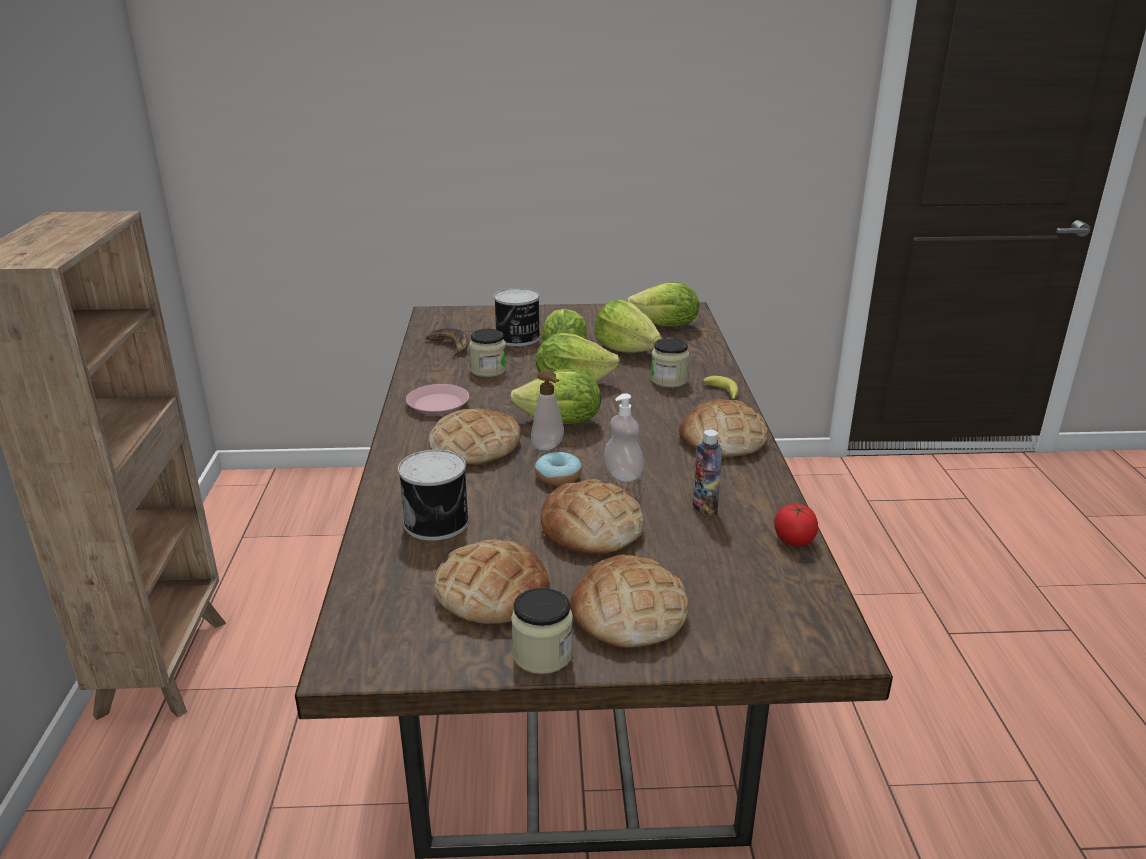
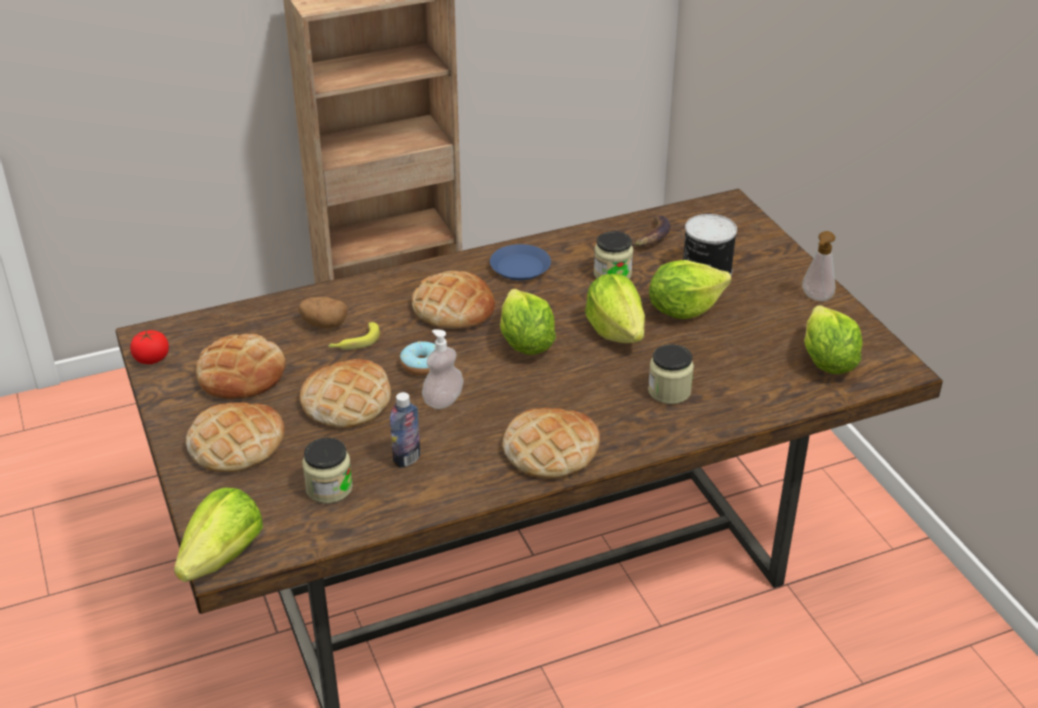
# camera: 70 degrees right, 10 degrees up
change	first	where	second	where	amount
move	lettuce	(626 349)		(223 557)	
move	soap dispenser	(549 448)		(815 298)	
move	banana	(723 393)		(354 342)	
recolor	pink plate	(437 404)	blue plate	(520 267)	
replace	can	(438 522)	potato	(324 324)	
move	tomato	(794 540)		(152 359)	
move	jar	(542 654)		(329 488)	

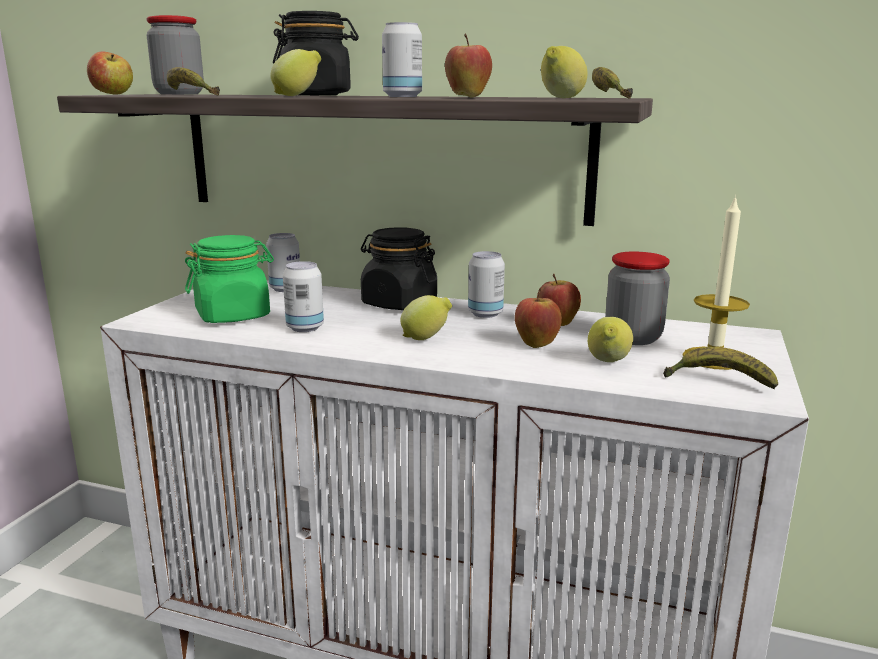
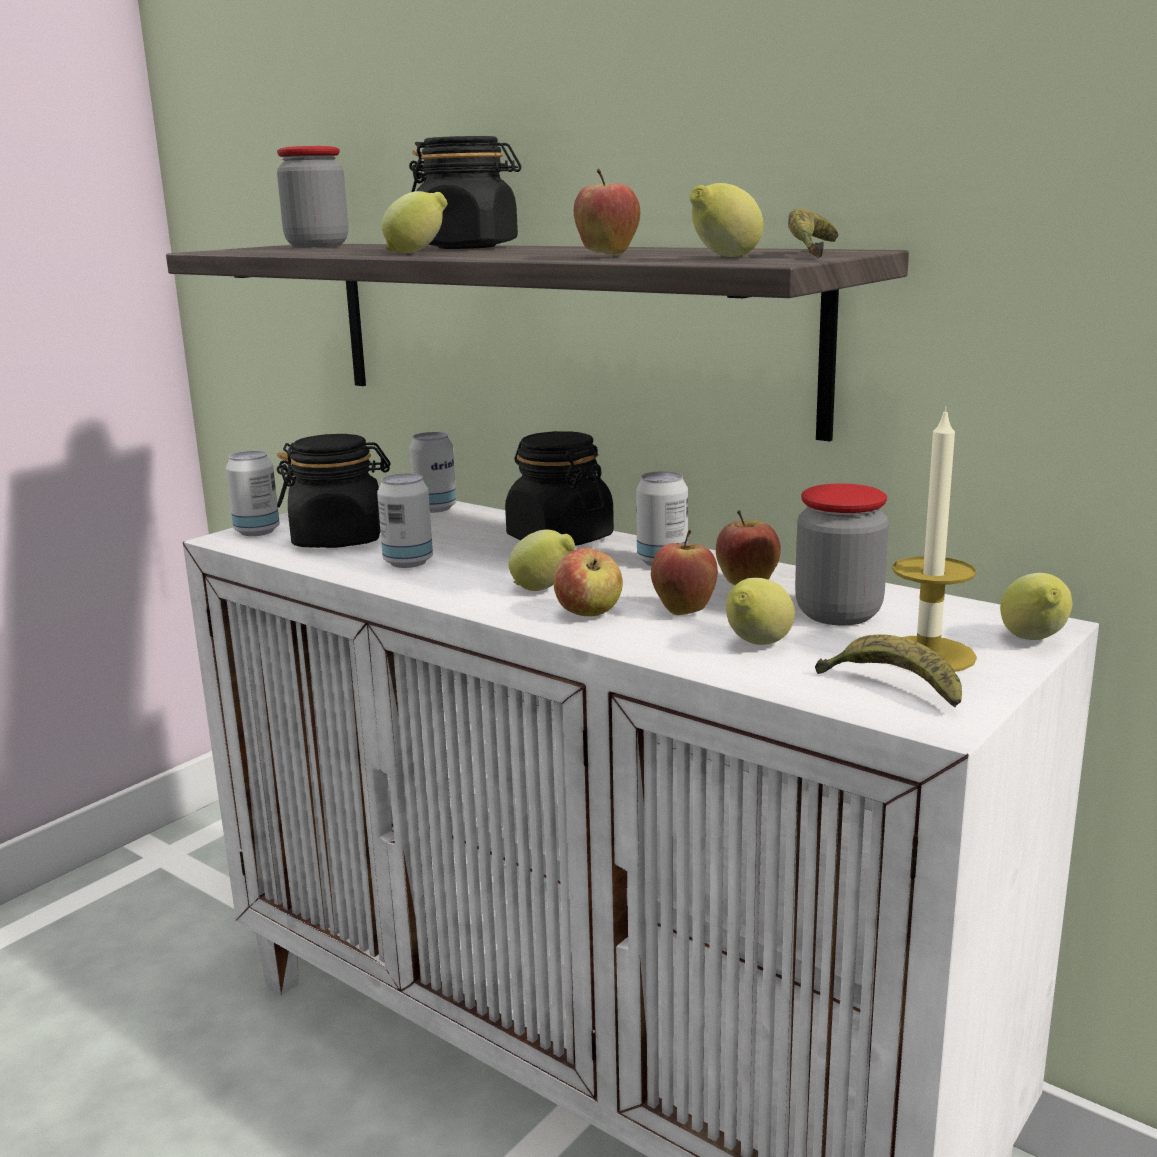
# camera: 20 degrees right, 0 degrees up
change	first	where	second	where	amount
move	can	(402 96)		(257 531)	
move	apple	(113 94)		(589 614)	
delete	banana	(188 95)			
recolor	green jar	(233 315)	black jar	(339 539)	
insert			lemon	(1033 641)	

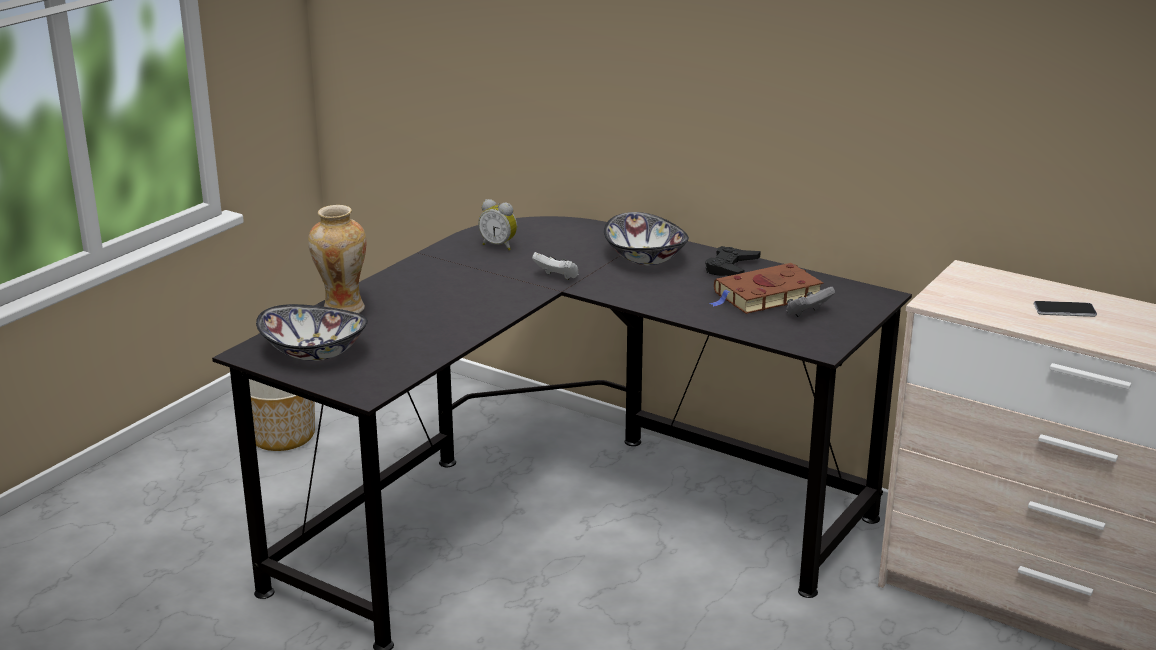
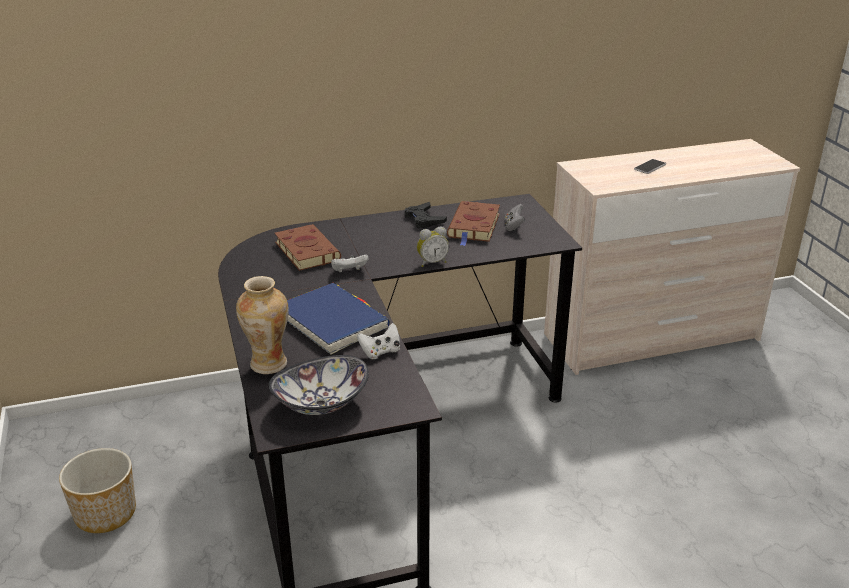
# camera: 50 degrees left, 5 degrees up
change	first	where	second	where	amount
move	alarm clock	(499 245)		(432 262)	
delete	bowl	(646 259)			
insert			brown book	(306 251)	
insert			blue book	(332 322)	
insert			white game controller	(380 352)	

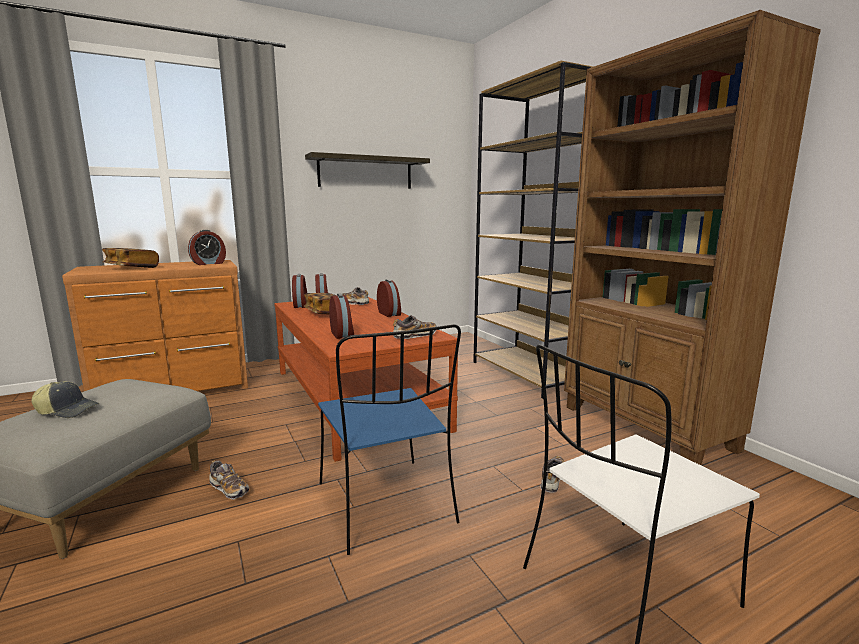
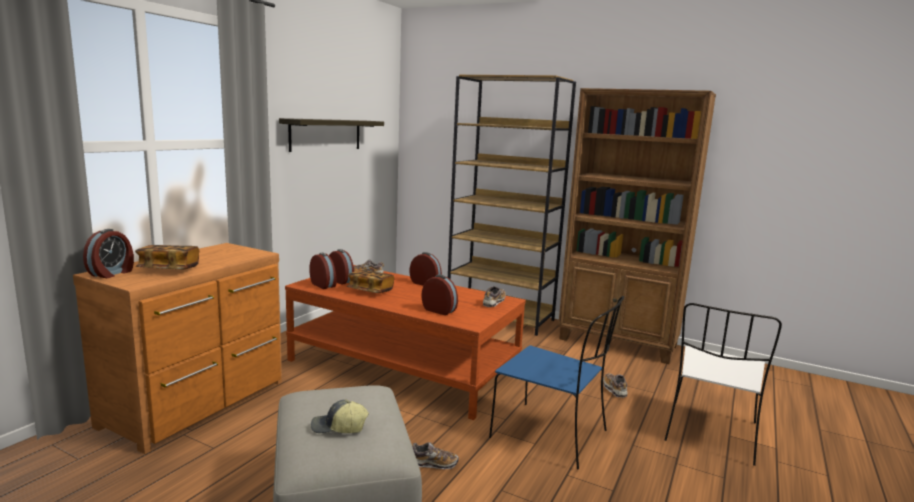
# camera: 35 degrees left, 0 degrees up
change	first	where	second	where	amount
move	alarm clock	(209 263)		(112 273)	
rotate	cap	(68 410)		(338 428)	150 degrees counterclockwise

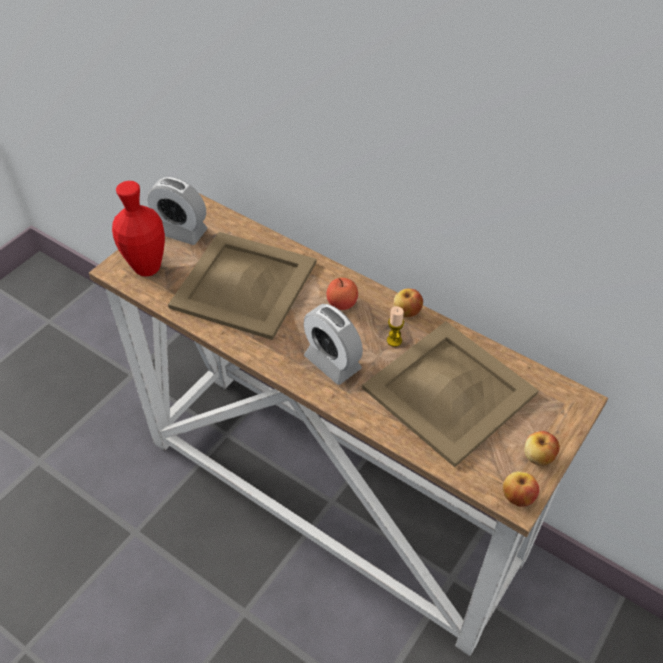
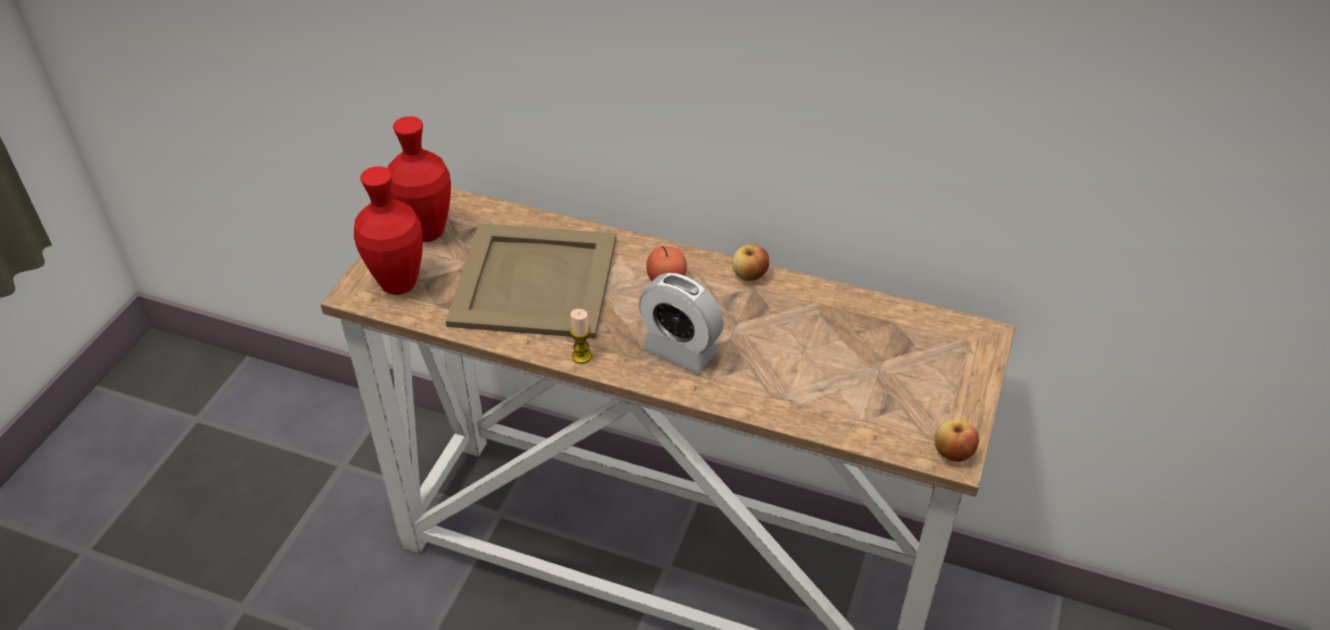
# camera: 15 degrees left, 5 degrees down
change	first	where	second	where	amount
replace	alarm clock	(181 231)	red vase	(427 232)	
move	candle	(394 340)		(581 356)	
delete	beige tray	(449 389)			
delete	apple	(538 457)			

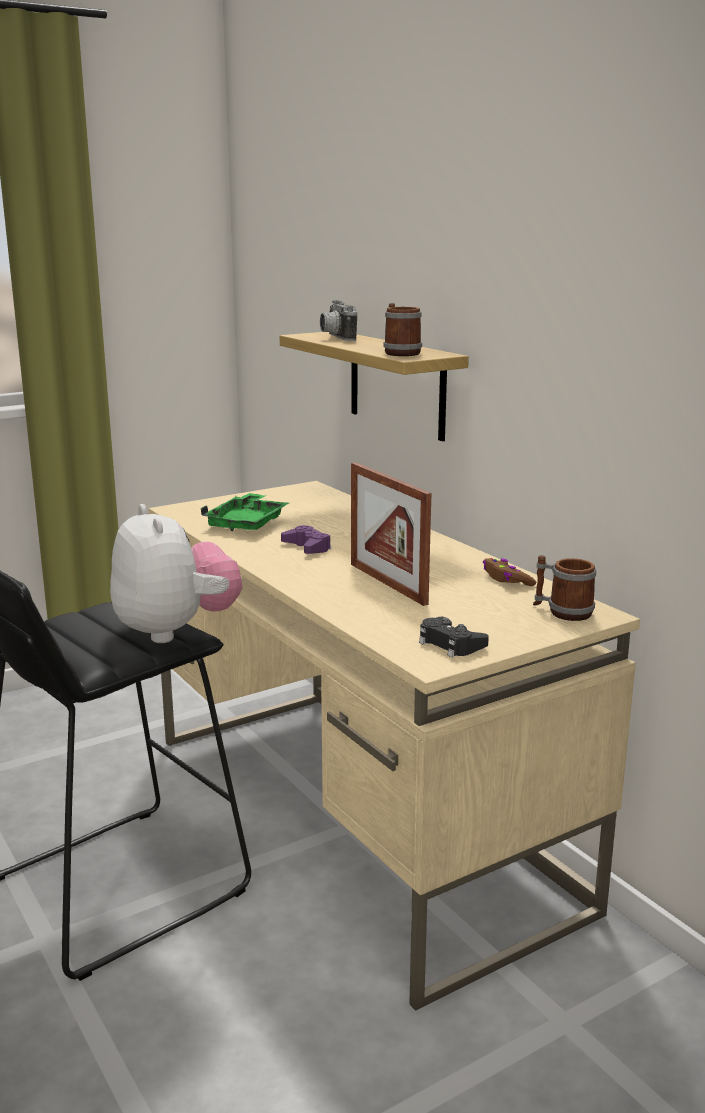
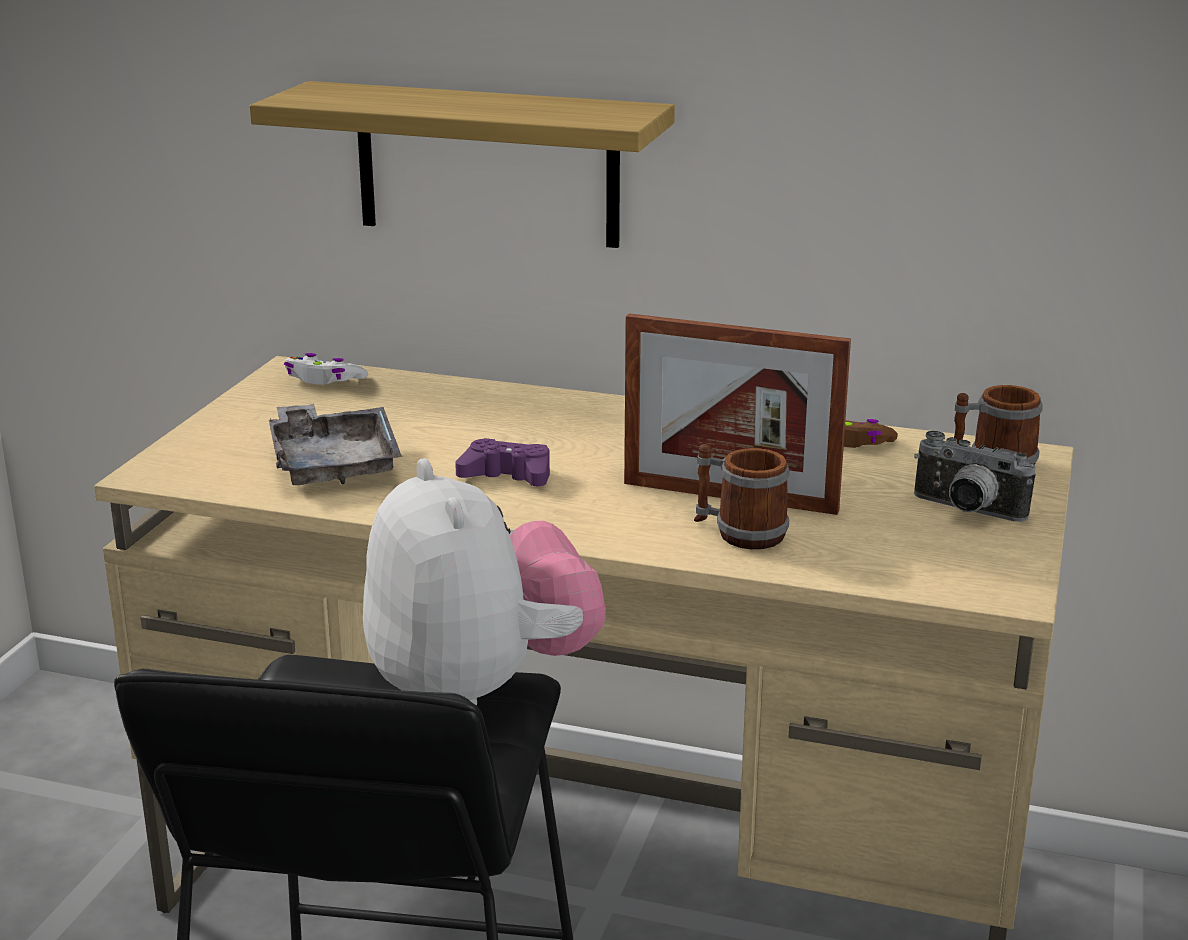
# camera: 40 degrees left, 5 degrees up
change	first	where	second	where	amount
move	photo camera	(335 337)		(965 512)	
move	mug	(399 352)		(739 532)	
recolor	green tray	(247 523)	grey tray	(333 463)	
rotate	plush toy	(175 630)		(480 687)	45 degrees clockwise
delete	black game controller	(450 644)			
insert			white game controller	(323 380)	

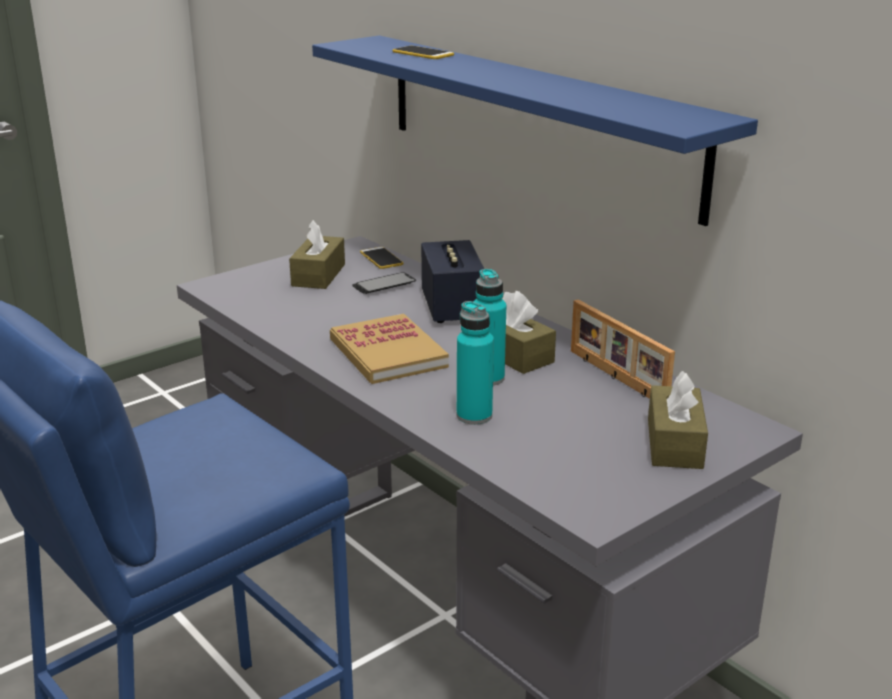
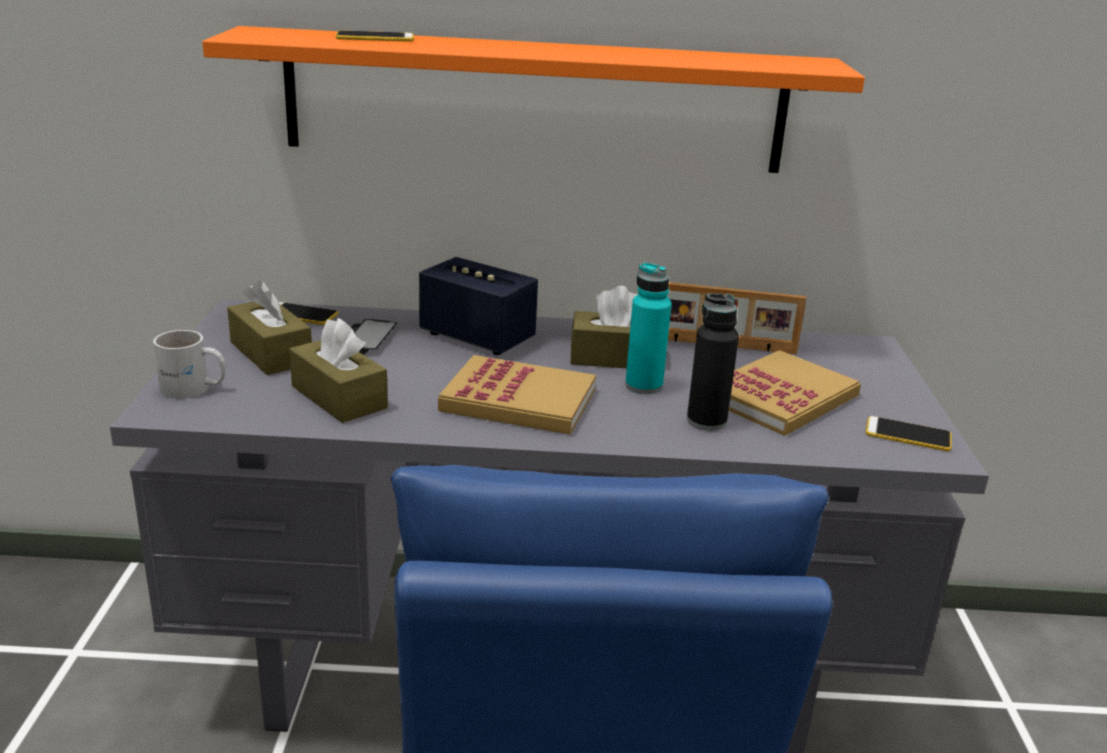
# camera: 50 degrees left, 0 degrees up
change	first	where	second	where	amount
recolor	blue shelf	(535 121)	orange shelf	(535 101)	
recolor	turquoise bottle	(474 416)	black bottle	(706 421)	
move	brown tissue box	(674 443)		(339 397)	
insert			white mug	(193 389)	
insert			book	(781 398)	
insert			phone	(908 435)	

